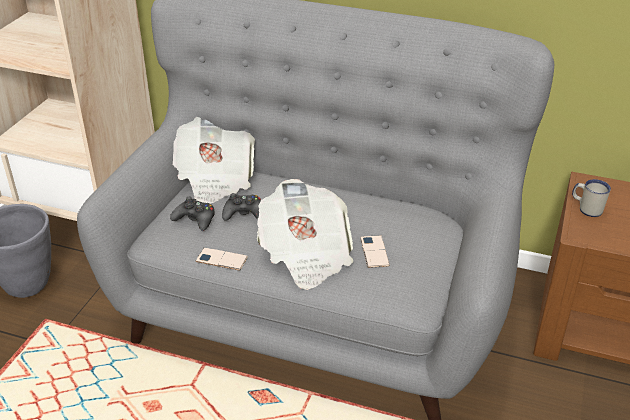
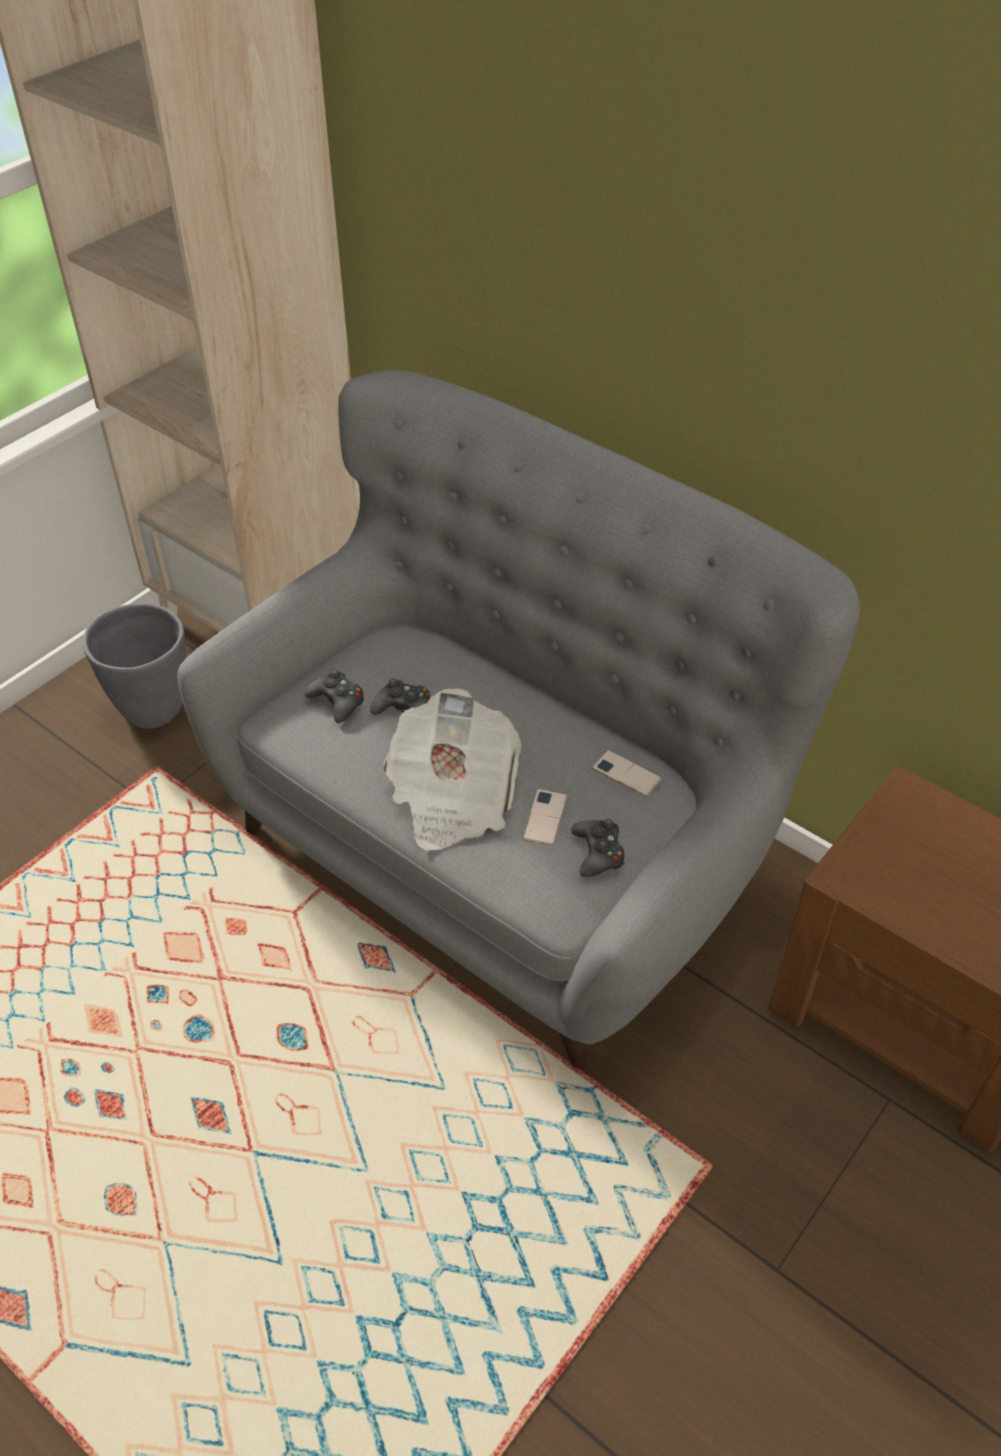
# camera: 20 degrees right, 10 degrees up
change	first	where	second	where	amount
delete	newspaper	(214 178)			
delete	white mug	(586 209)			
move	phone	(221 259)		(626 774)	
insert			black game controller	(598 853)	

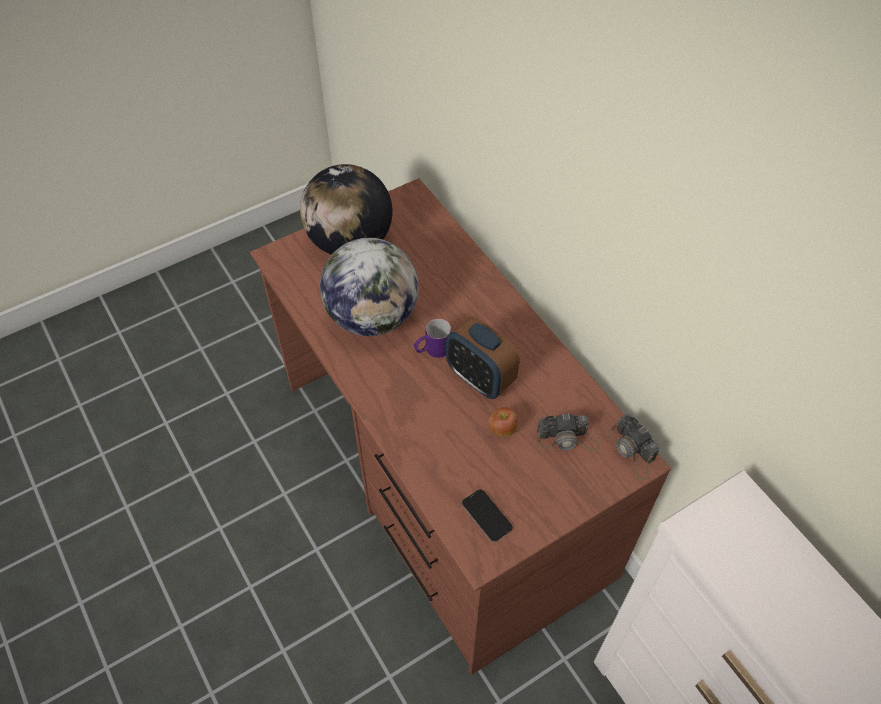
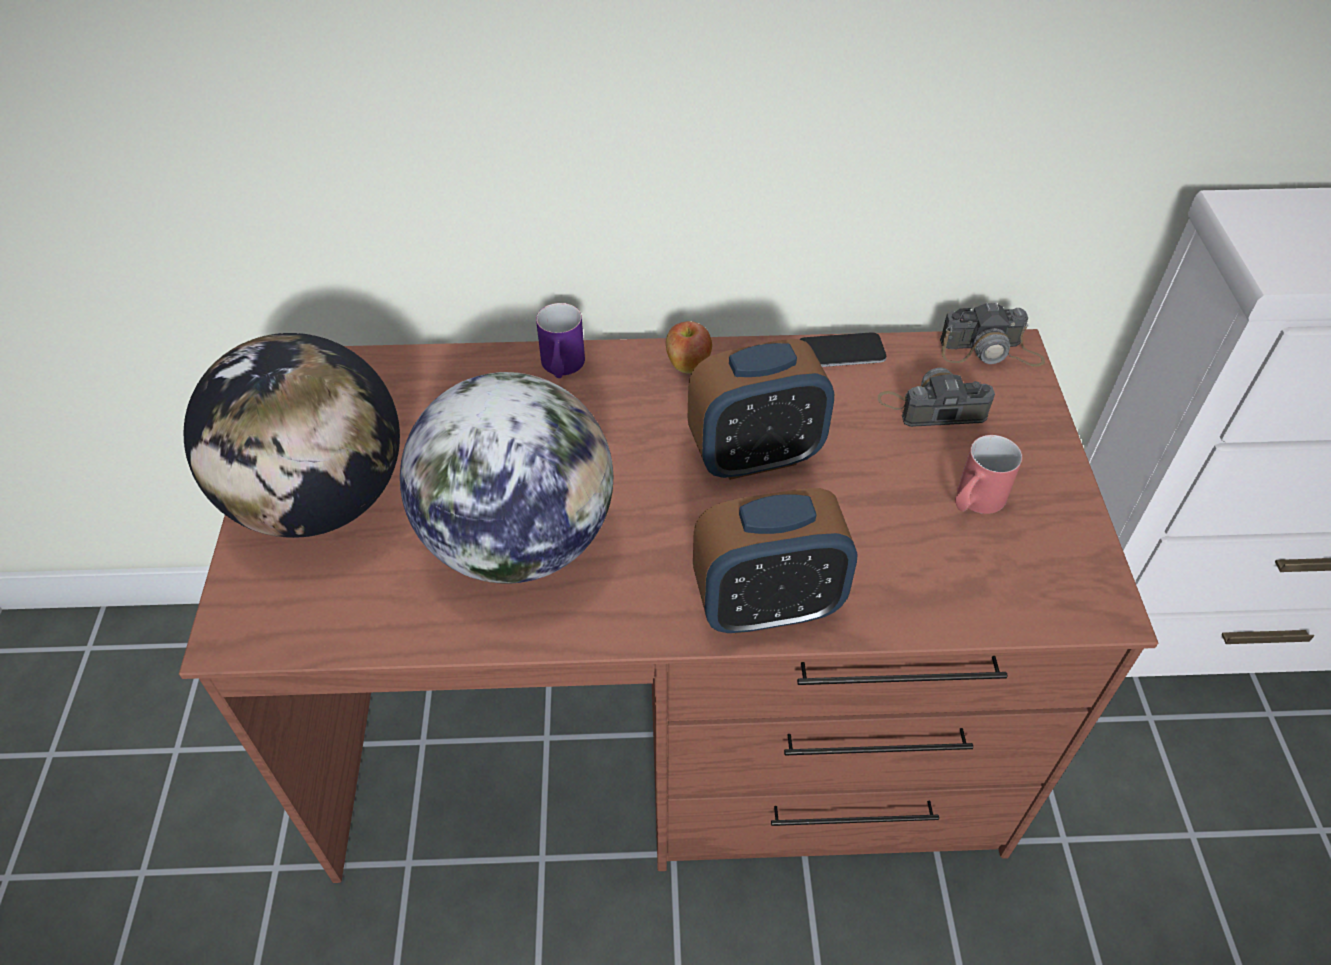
# camera: 60 degrees left, 5 degrees down
change	first	where	second	where	amount
move	purple mug	(432 350)		(562 369)	
move	apple	(502 429)		(687 365)	
rotate	photo camera	(567 439)		(932 407)	120 degrees counterclockwise
move	phone	(486 516)		(841 352)	
insert			red mug	(974 503)	
insert			alarm clock	(767 605)	

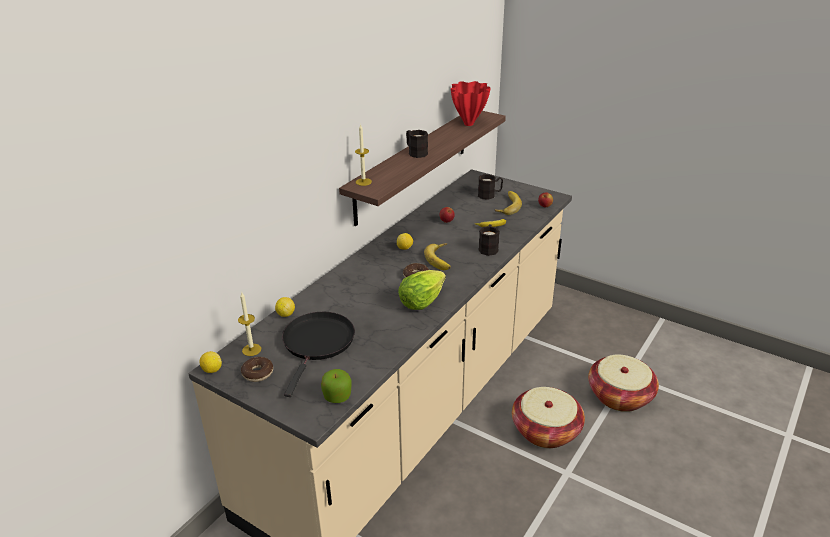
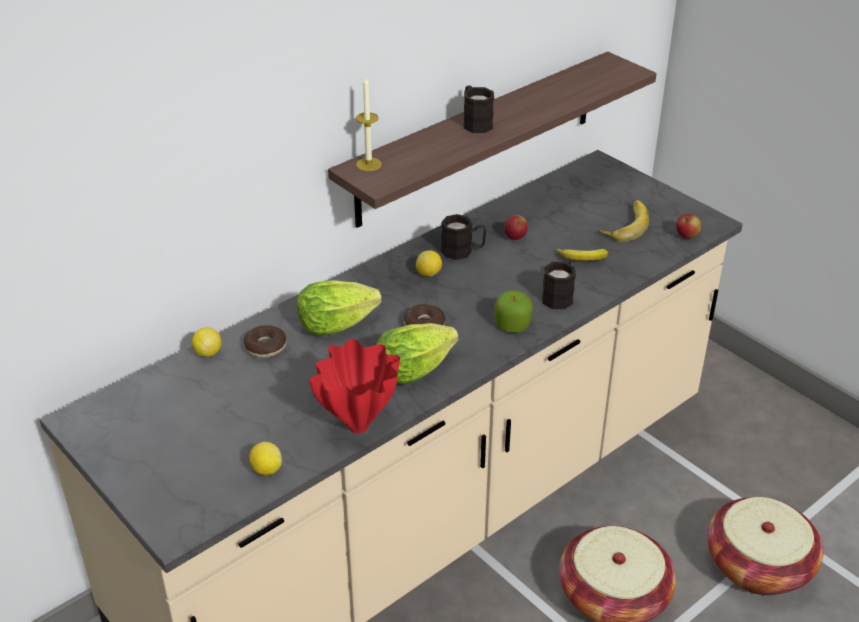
# camera: 15 degrees right, 5 degrees up
change	first	where	second	where	amount
move	red vase	(469 124)		(360 426)	
move	black mug	(490 195)		(463 251)	
delete	banana	(442 259)			
delete	candle	(251 350)			
delete	black frying pan	(317 343)			
move	lemon	(212 370)		(266 469)	
move	donut	(257 373)		(265 347)	
move	apple	(337 396)		(512 325)	
insert			lettuce	(335 325)	

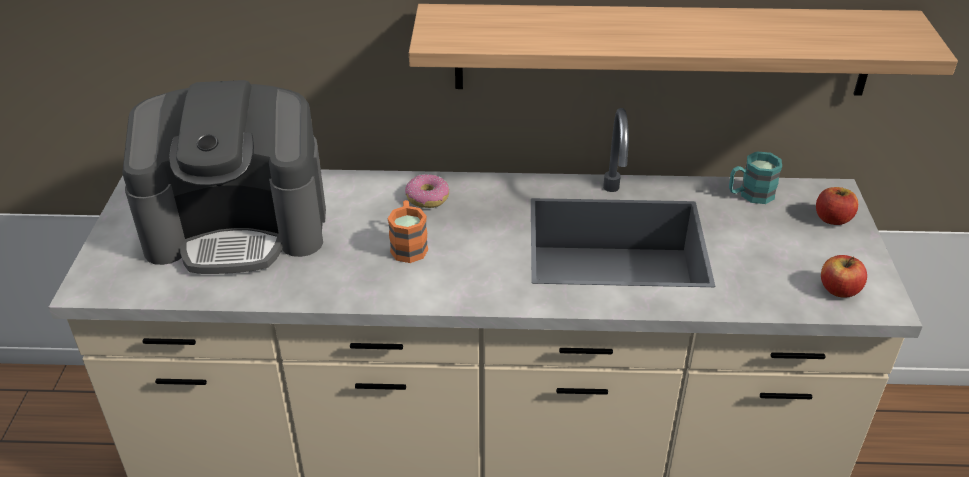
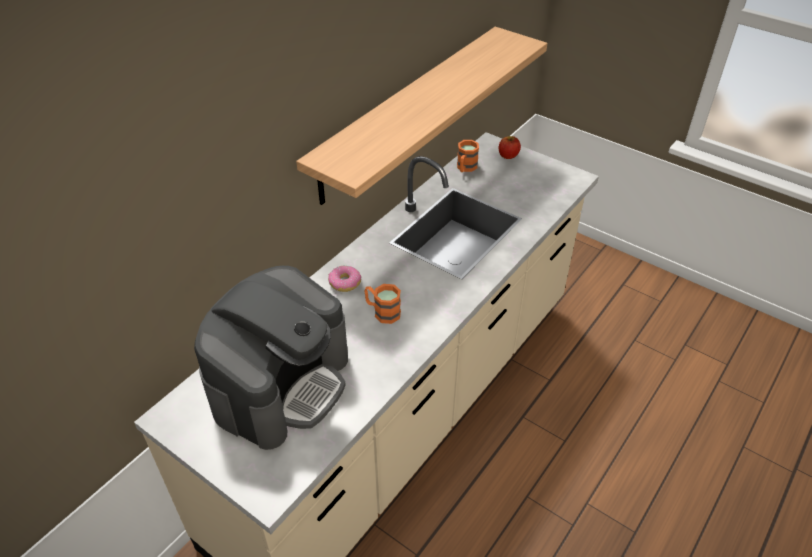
# camera: 55 degrees left, 5 degrees up
change	first	where	second	where	amount
recolor	turquoise mug	(750 194)	orange mug	(465 168)	
delete	apple	(839 290)			

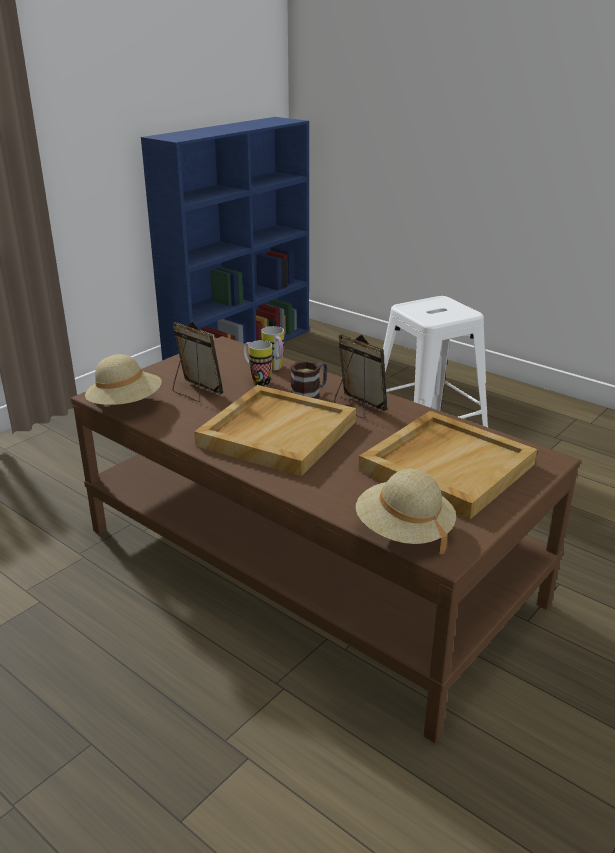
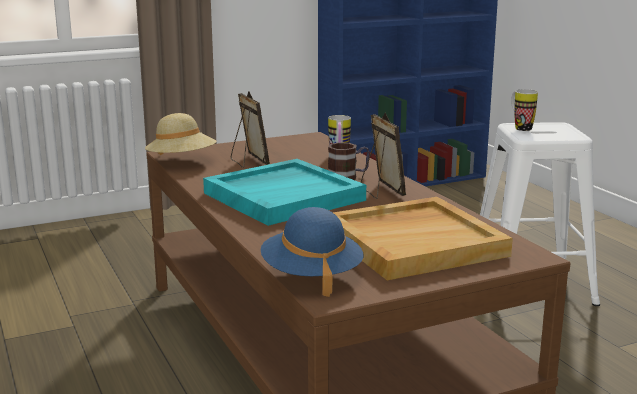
# camera: 25 degrees right, 10 degrees down
change	first	where	second	where	amount
move	mug	(257 381)		(520 127)	
recolor	beige tray	(277 433)	turquoise tray	(284 196)	
recolor	beige hat	(404 531)	blue hat	(311 275)	

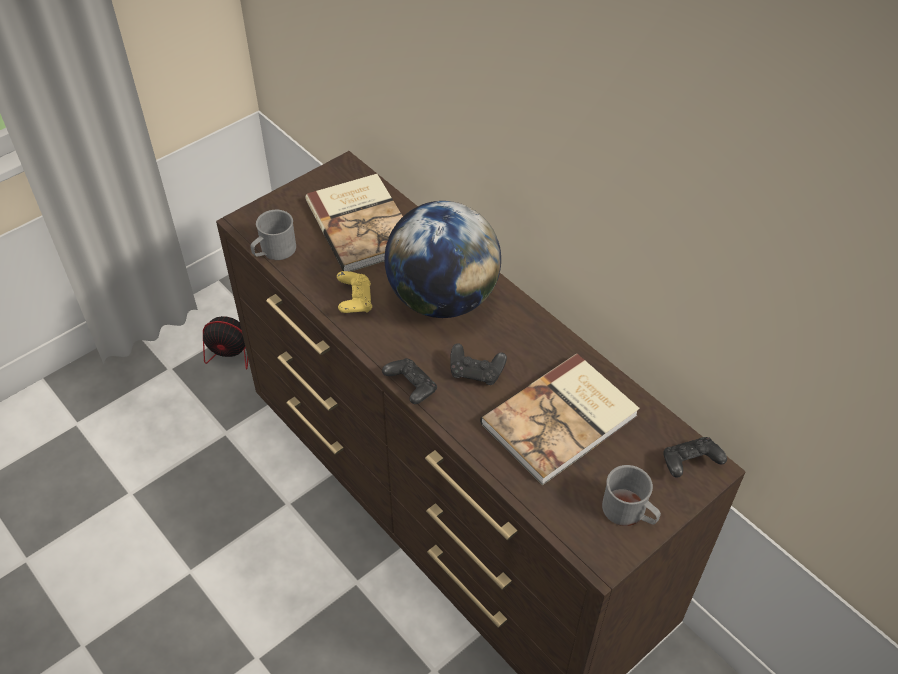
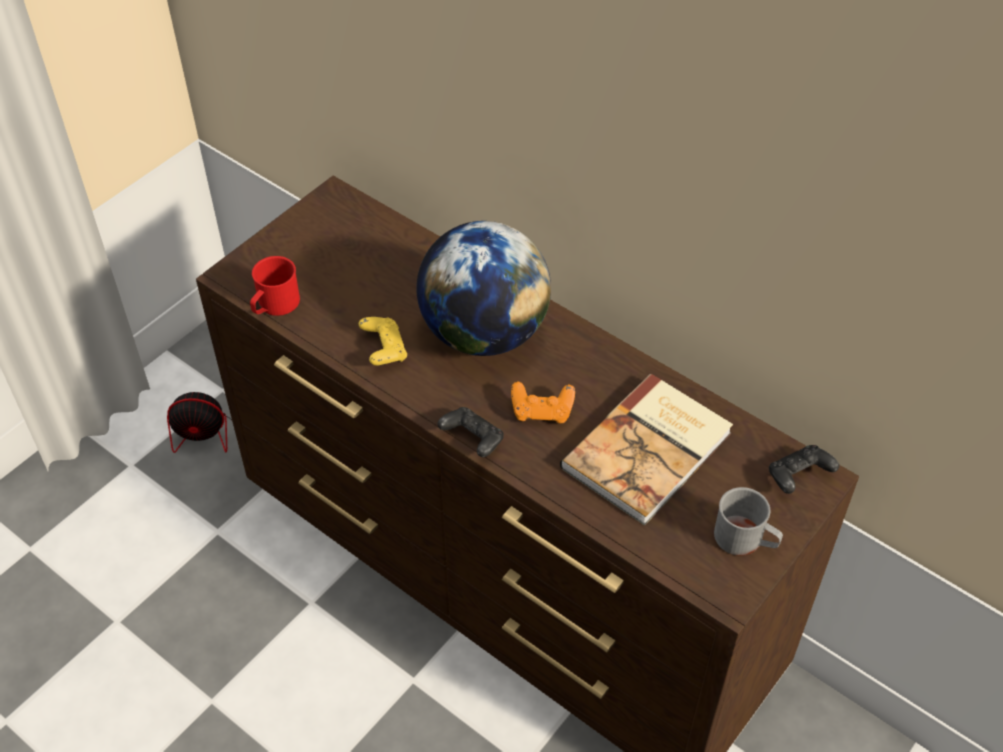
# camera: 10 degrees left, 0 degrees up
change	first	where	second	where	amount
delete	book	(363 224)			
recolor	grey mug	(274 251)	red mug	(274 305)	
recolor	black game controller	(476 372)	orange game controller	(542 411)	

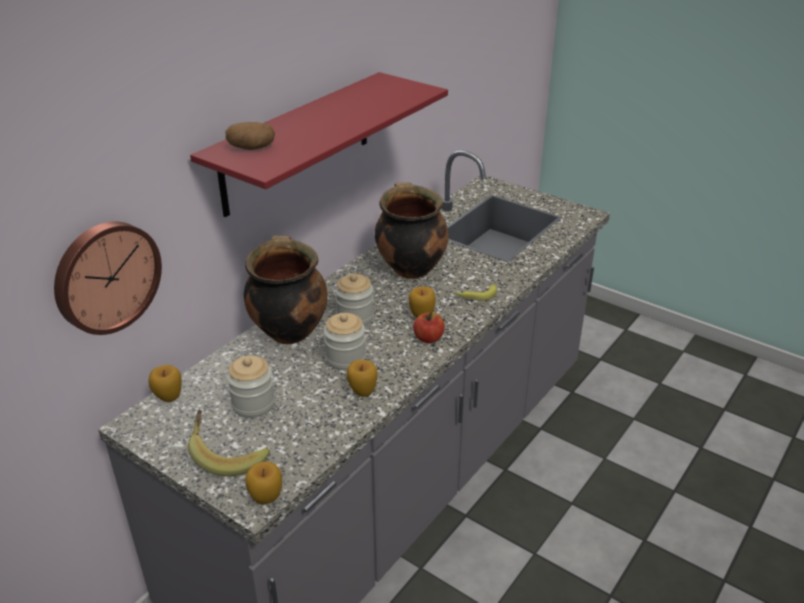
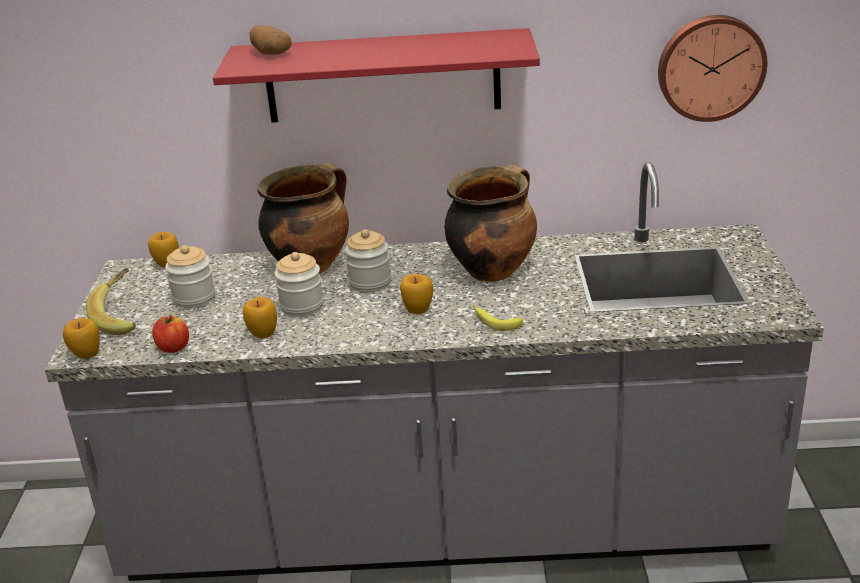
# camera: 55 degrees right, 5 degrees down
change	first	where	second	where	amount
move	wall clock	(105 276)		(710 67)	
move	apple	(428 338)		(173 347)	

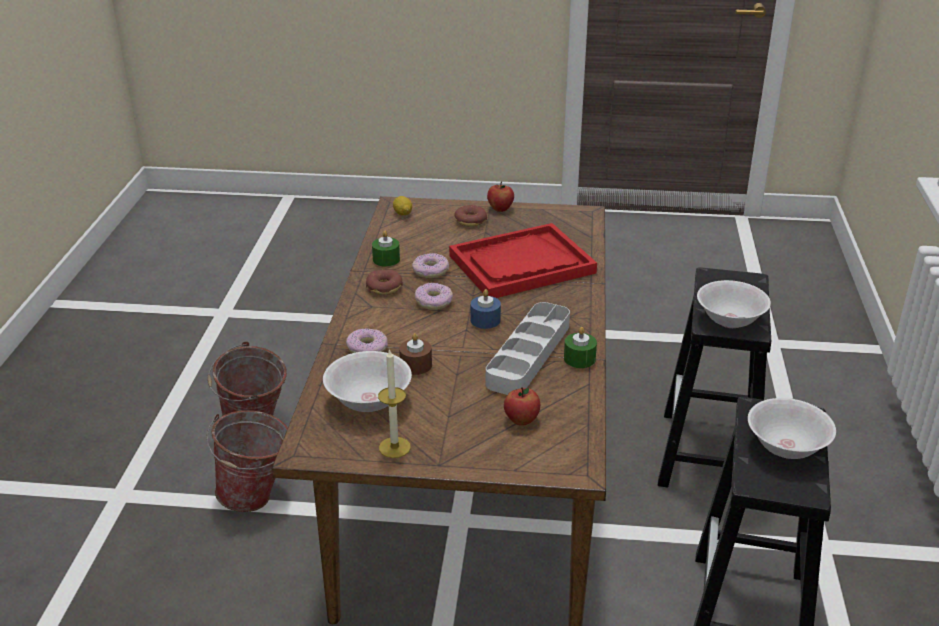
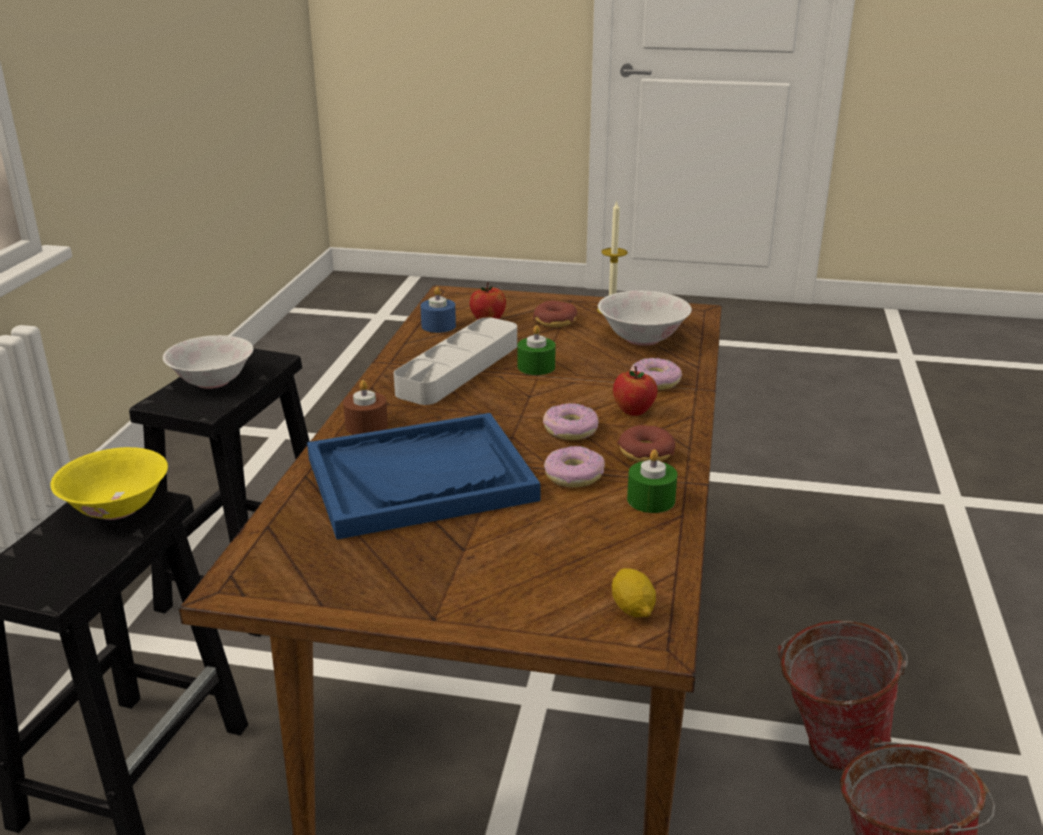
# camera: 175 degrees left, 5 degrees down
change	first	where	second	where	amount
move	apple	(500 209)		(633 411)	
move	donut	(470 221)		(555 321)	
recolor	red tray	(521 264)	blue tray	(421 479)	
recolor	white bowl	(729 321)	yellow bowl	(118 508)	
move	blue candle	(485 320)		(438 326)	
move	green candle	(579 359)		(536 367)	
move	brown candle	(416 365)		(366 425)	

